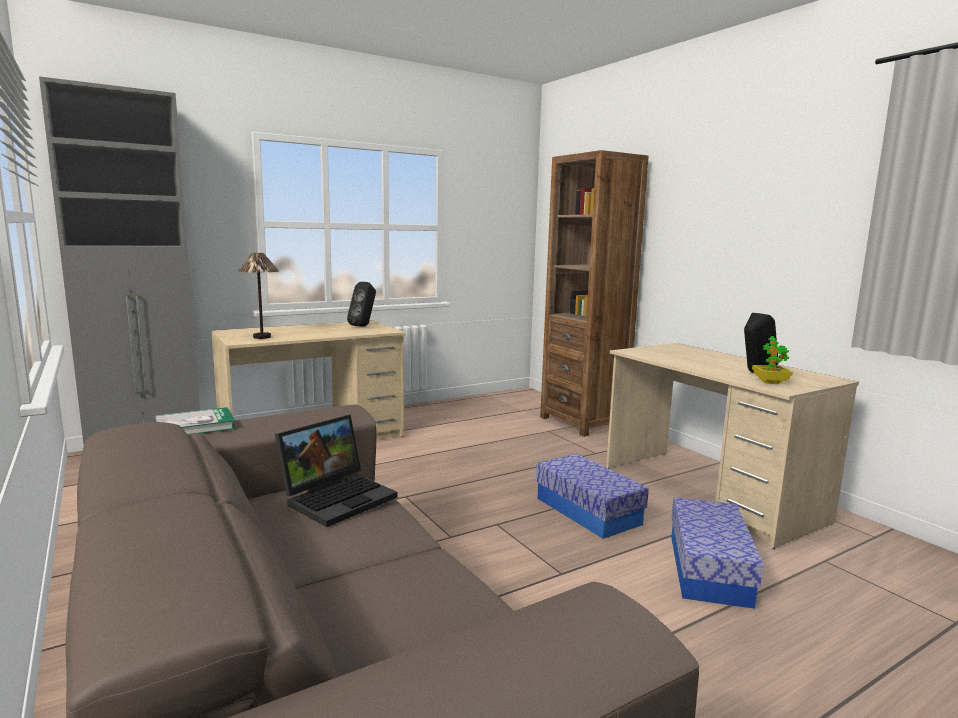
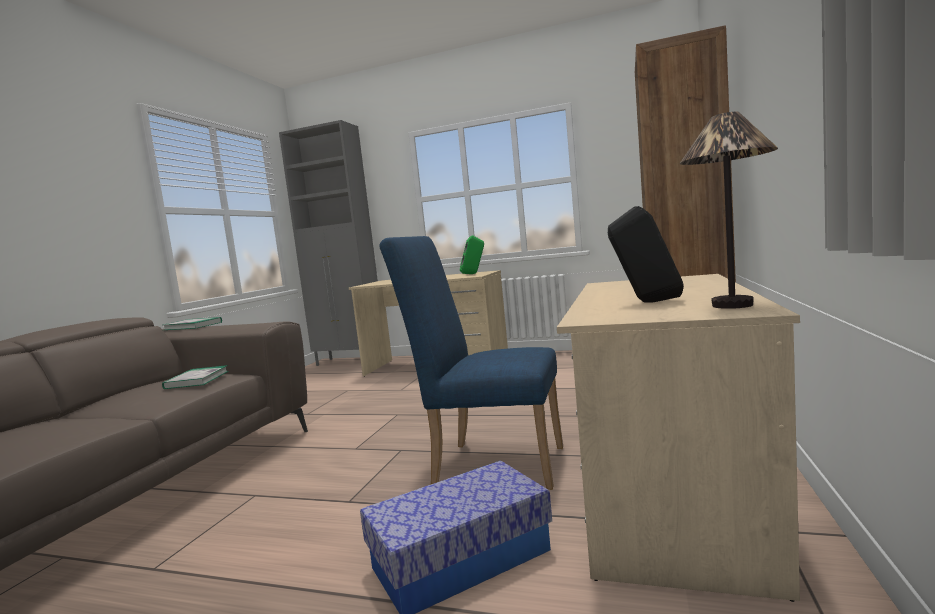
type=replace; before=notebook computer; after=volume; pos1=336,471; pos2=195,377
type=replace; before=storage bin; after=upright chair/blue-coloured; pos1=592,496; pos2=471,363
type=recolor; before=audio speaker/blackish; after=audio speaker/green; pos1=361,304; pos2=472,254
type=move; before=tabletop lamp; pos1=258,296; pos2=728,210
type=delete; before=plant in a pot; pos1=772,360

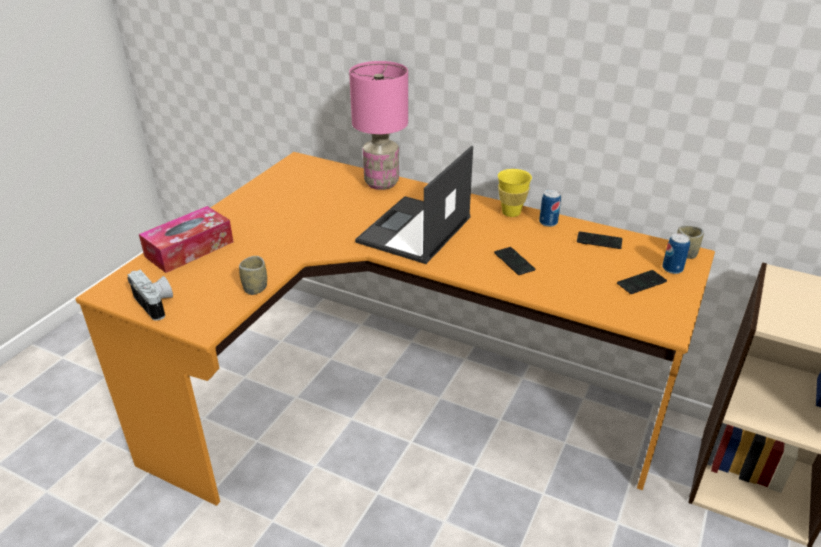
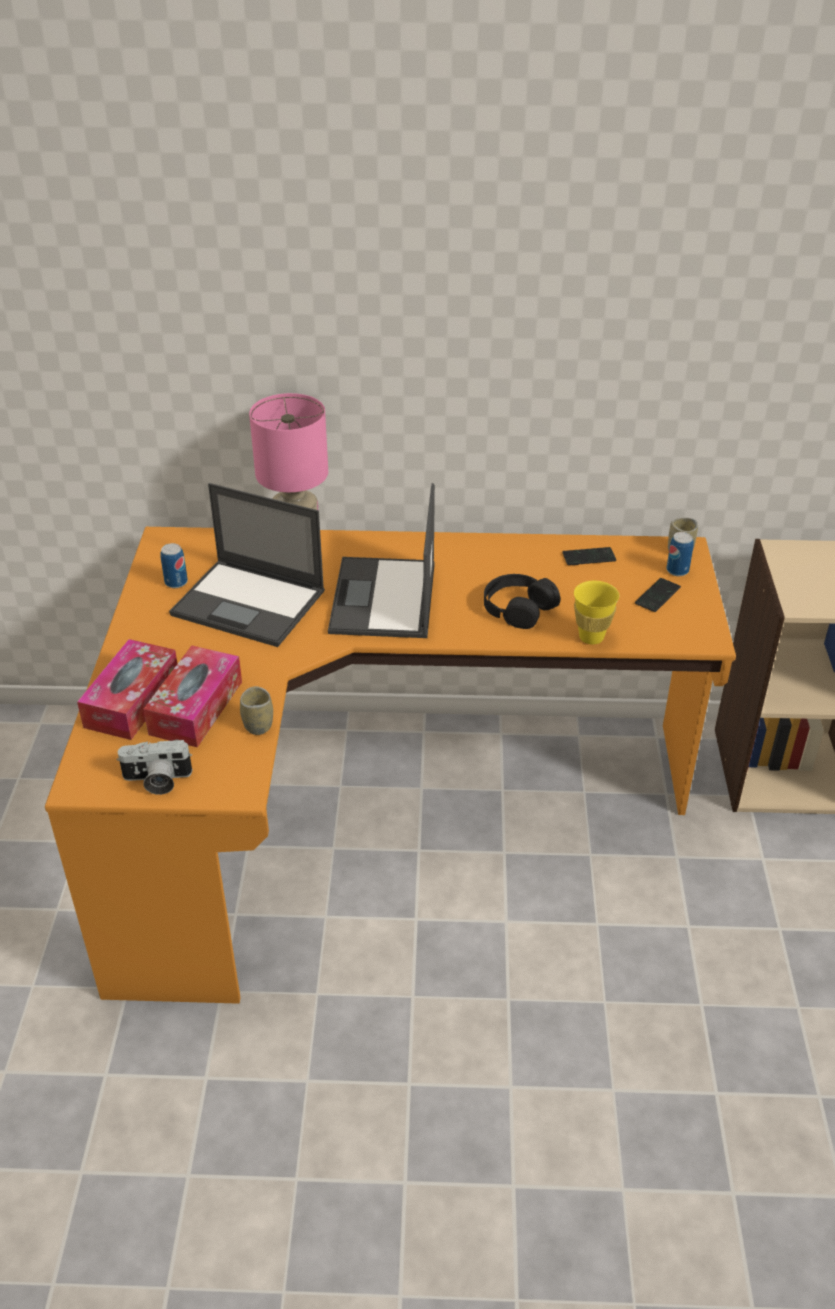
type=rotate; before=photo camera; pos1=150,295; pos2=154,767; turn=150
type=insert; after=tissue box; pos2=192,696
type=move; before=metal can; pos1=550,208; pos2=174,565
type=insert; after=notebook computer; pos2=247,565
type=replace; before=phone; after=pair of headphones/blackish; pos1=514,261; pos2=522,601
type=move; before=cup/yellow; pos1=515,193; pos2=596,612

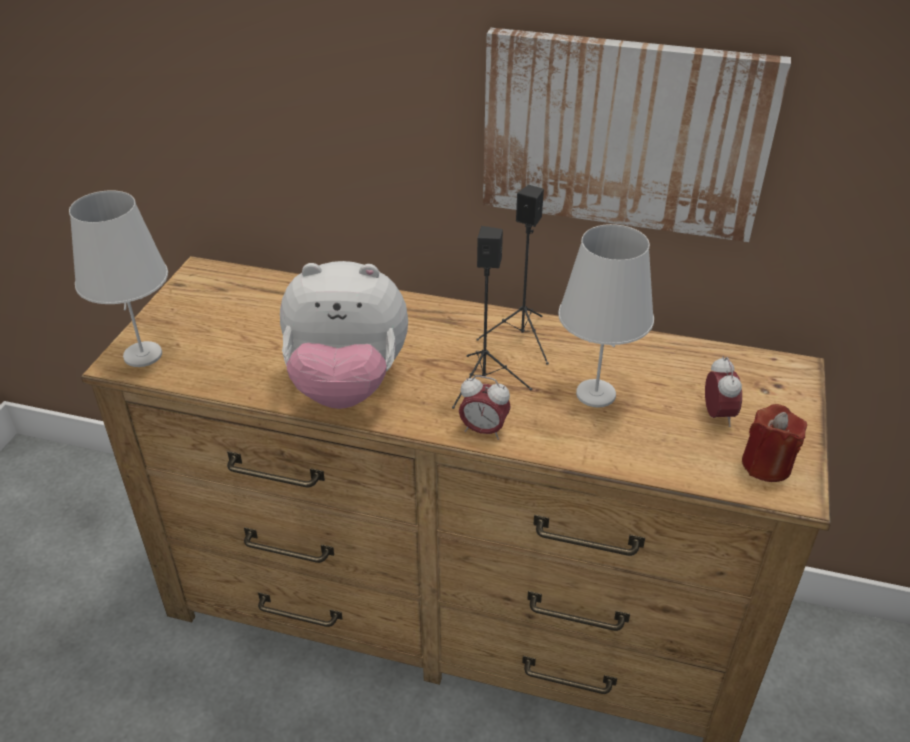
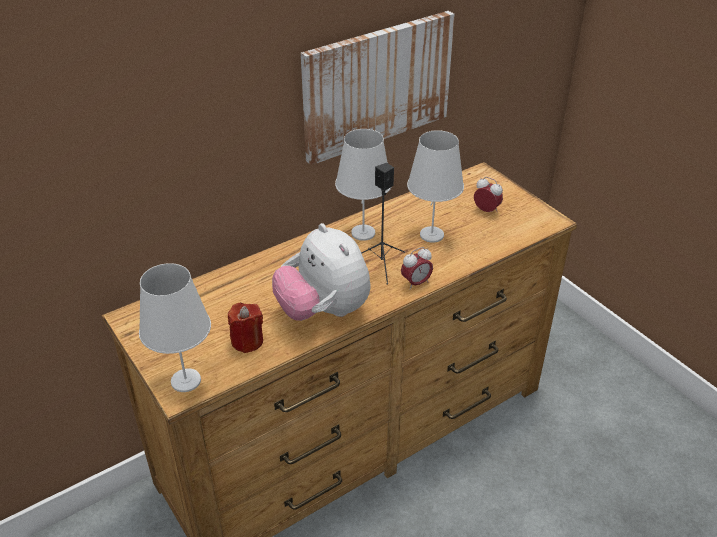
type=move; before=wax light/red-coloured; pos1=774,443; pos2=245,328
type=rotate; before=soft toy; pos1=344,335; pos2=321,272; turn=105
type=replace; before=audio speaker/blackish; after=tabletop lamp/white-coloured; pos1=512,275; pos2=363,185

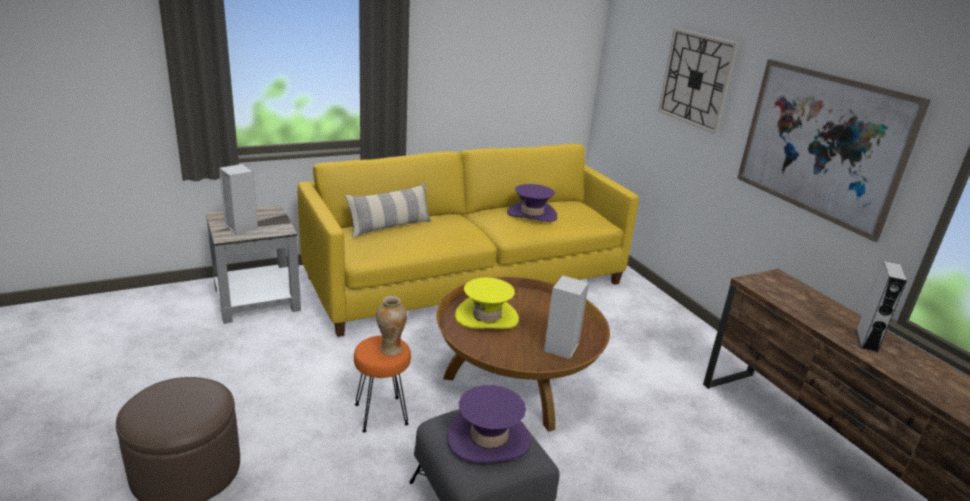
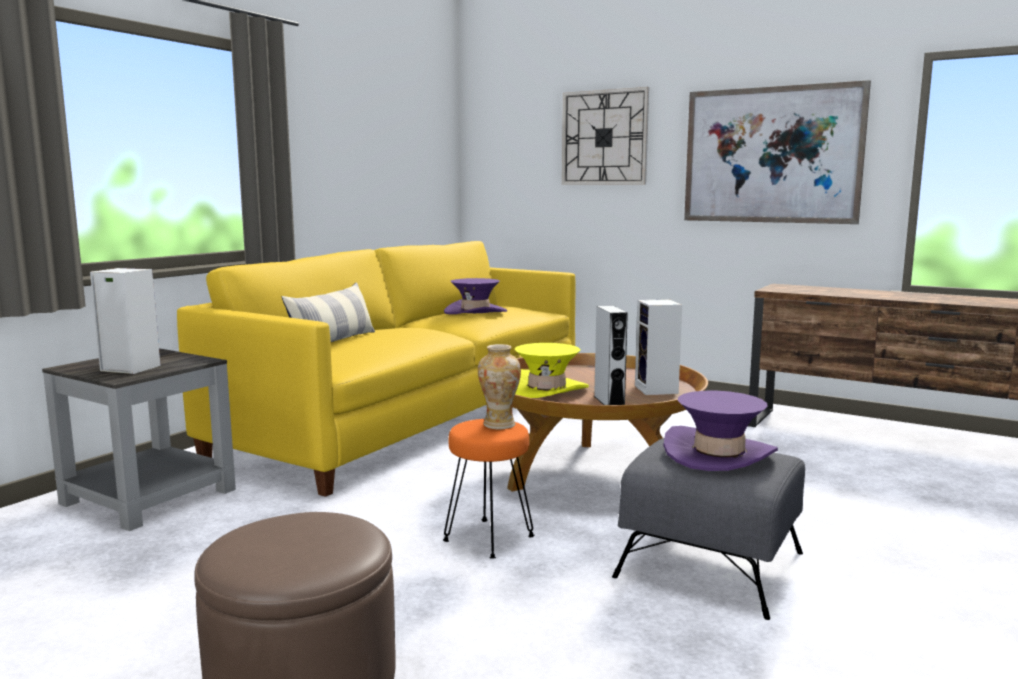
type=move; before=audio speaker/greyish; pos1=881,307; pos2=611,355

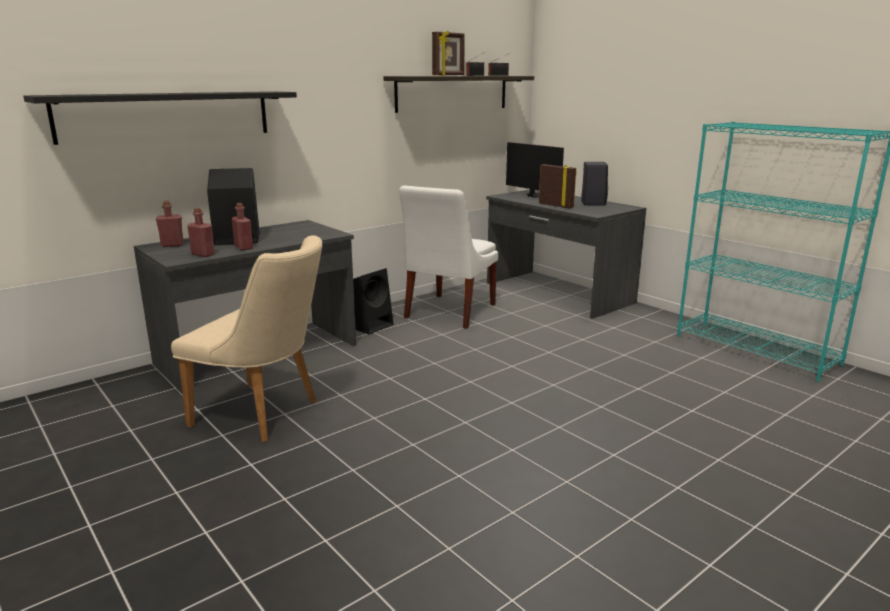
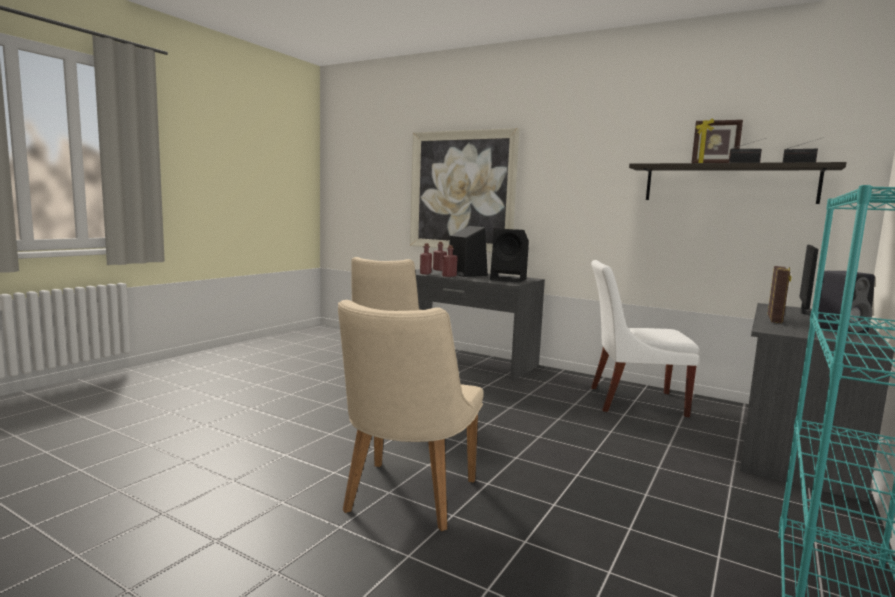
type=insert; after=upright chair/sand-coloured; pos2=411,415
type=replace; before=wall shelf/blackish; after=picture; pos1=160,118; pos2=464,190
type=move; before=audio speaker/blackish; pos1=373,301; pos2=509,255

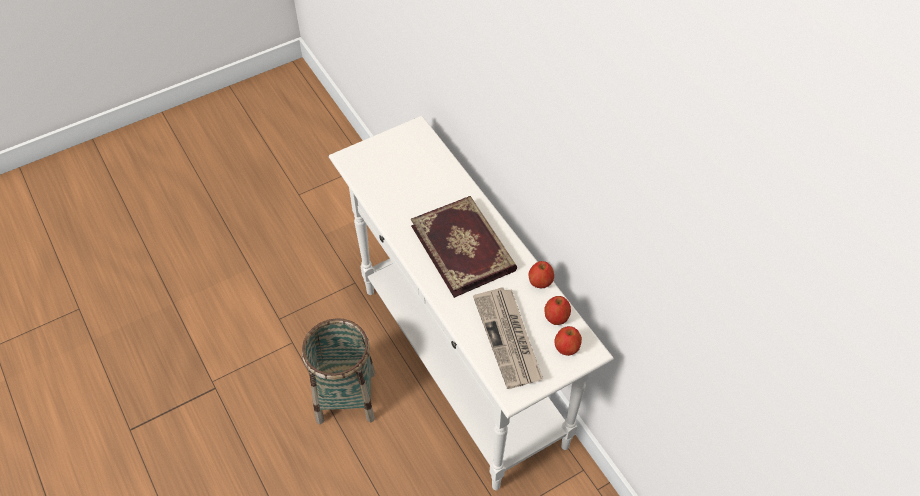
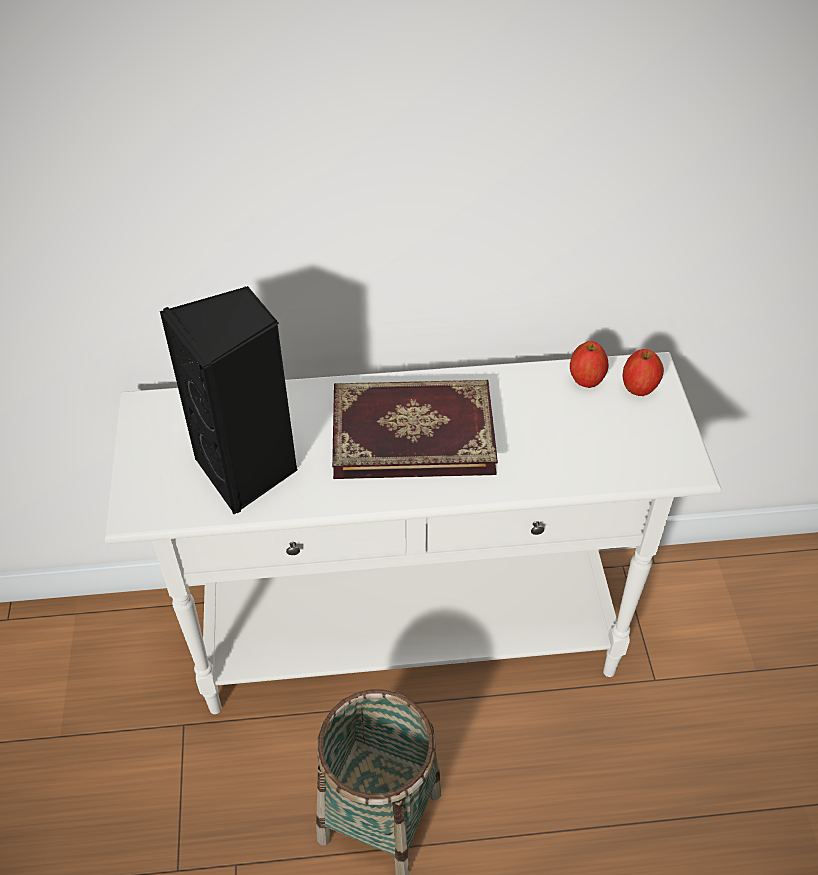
type=insert; after=audio speaker/blackish; pos2=228,400
type=delete; before=daily paper; pos1=508,338
type=delete; before=apple; pos1=541,274

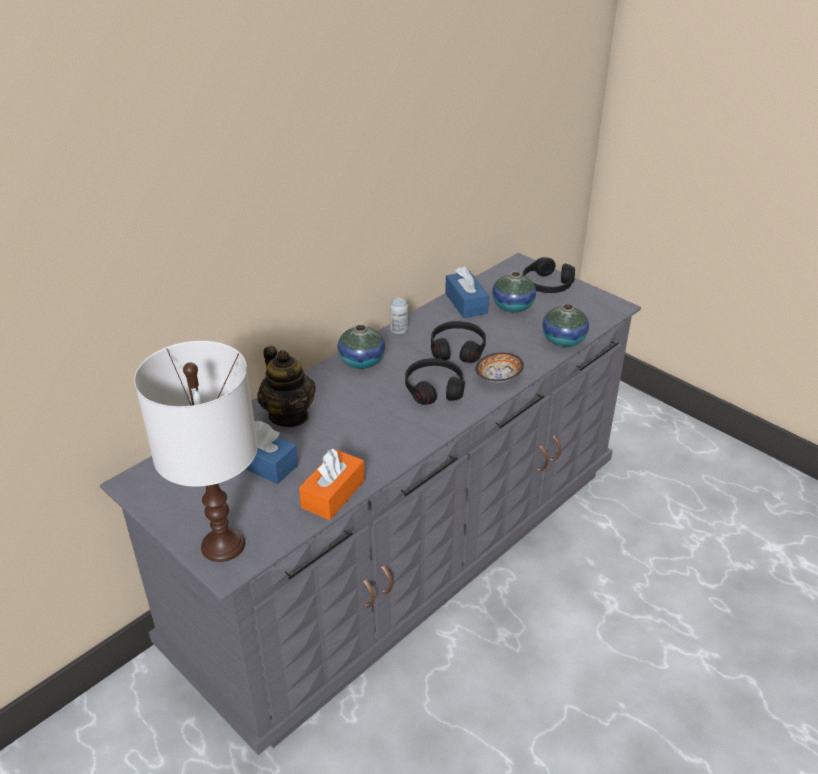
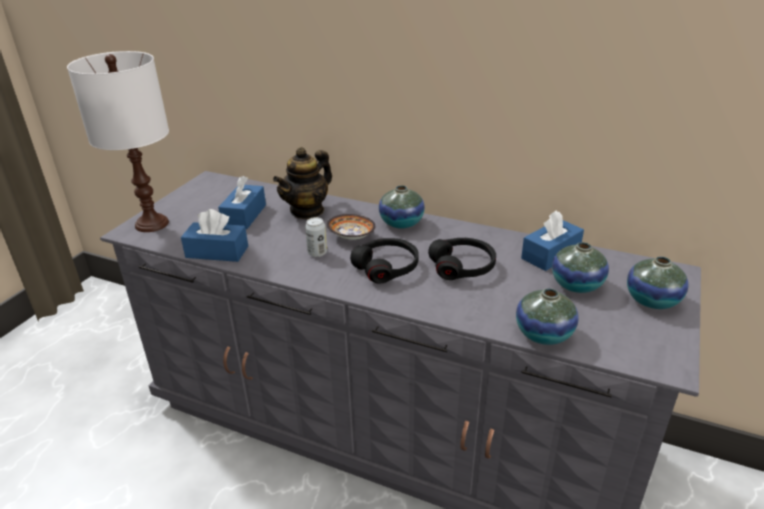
type=recolor; before=tissue box/orange-coloured; after=tissue box/blue-coloured; pos1=332,484; pos2=214,235
type=move; before=metal can; pos1=399,316; pos2=316,237
type=move; before=deep dish; pos1=499,368; pos2=351,227
type=replace; before=pair of headphones/blackish; after=decorative vase; pos1=549,275; pos2=658,282

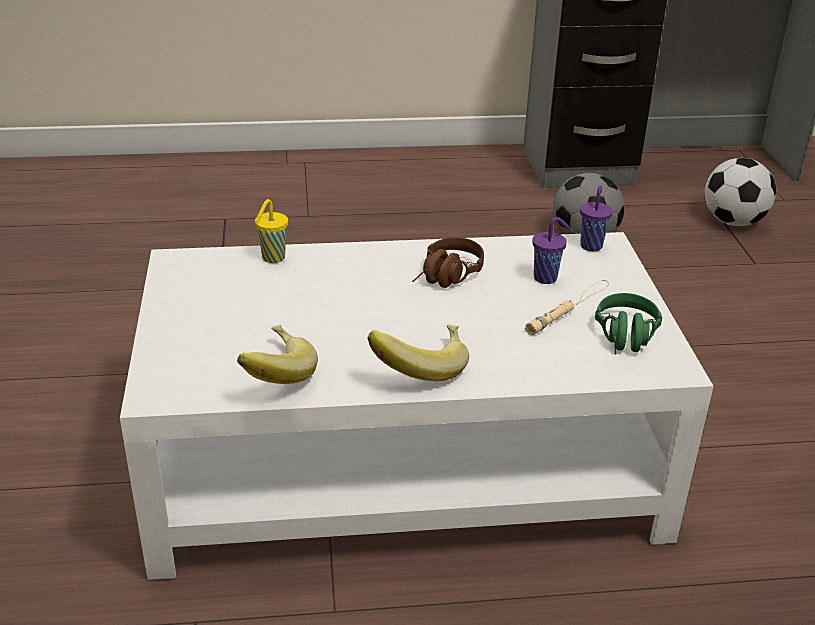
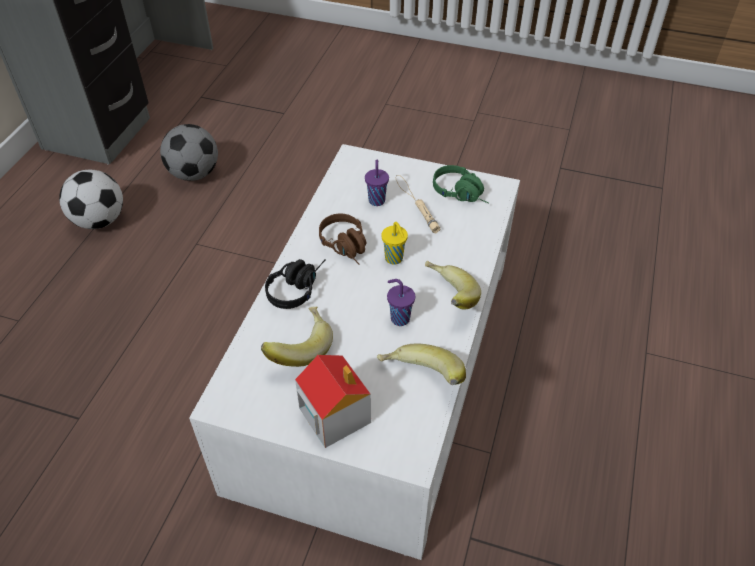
type=move; before=football; pos1=740,192; pos2=91,199
type=insert; after=banana; pos2=297,336
type=insert; after=pair of headphones/blackish; pos2=295,284
type=insert; after=toy house; pos2=333,401
type=move; before=cup/yellow; pos1=271,231; pos2=394,243
type=move; before=cup/purplish; pos1=596,218; pos2=401,302

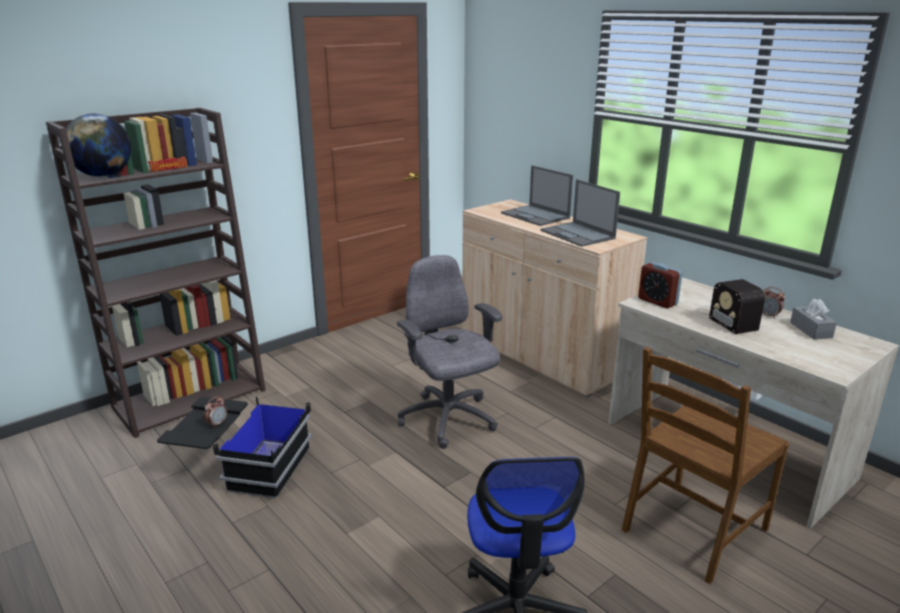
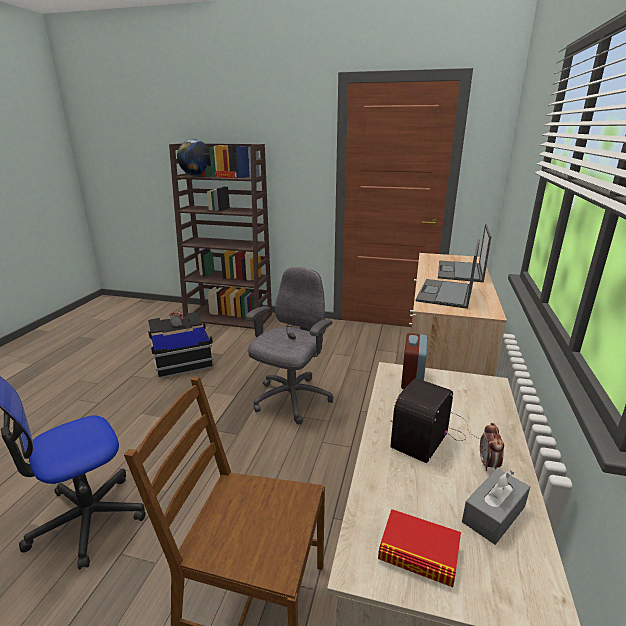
type=insert; after=volume; pos2=419,548

